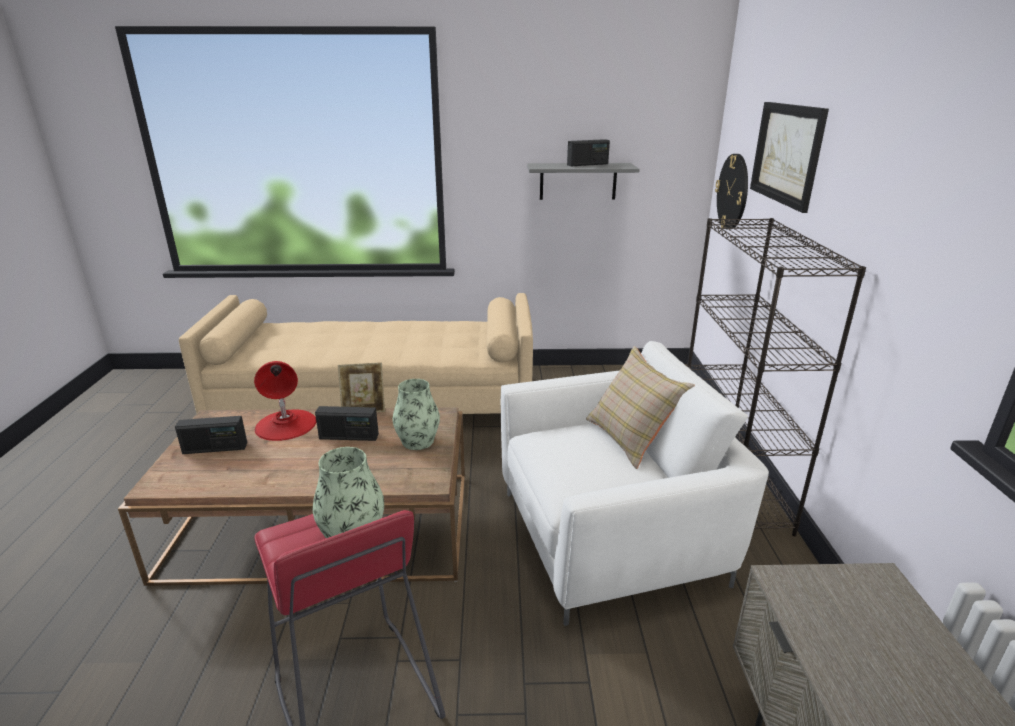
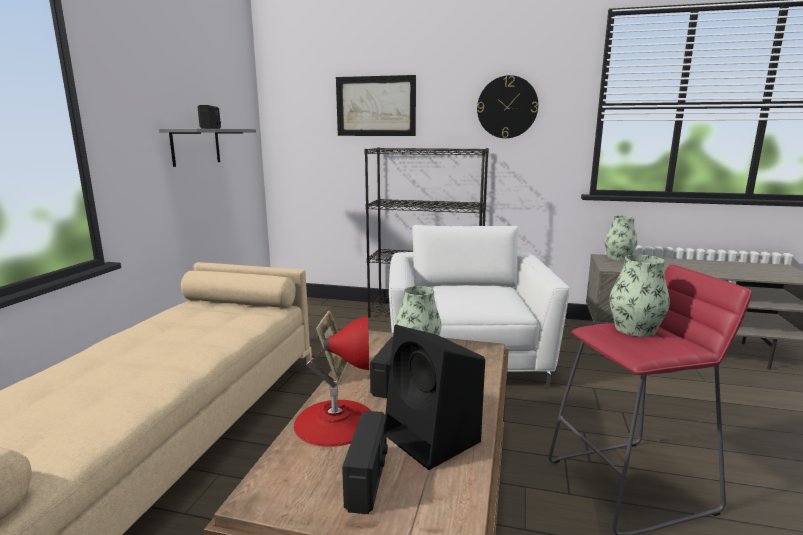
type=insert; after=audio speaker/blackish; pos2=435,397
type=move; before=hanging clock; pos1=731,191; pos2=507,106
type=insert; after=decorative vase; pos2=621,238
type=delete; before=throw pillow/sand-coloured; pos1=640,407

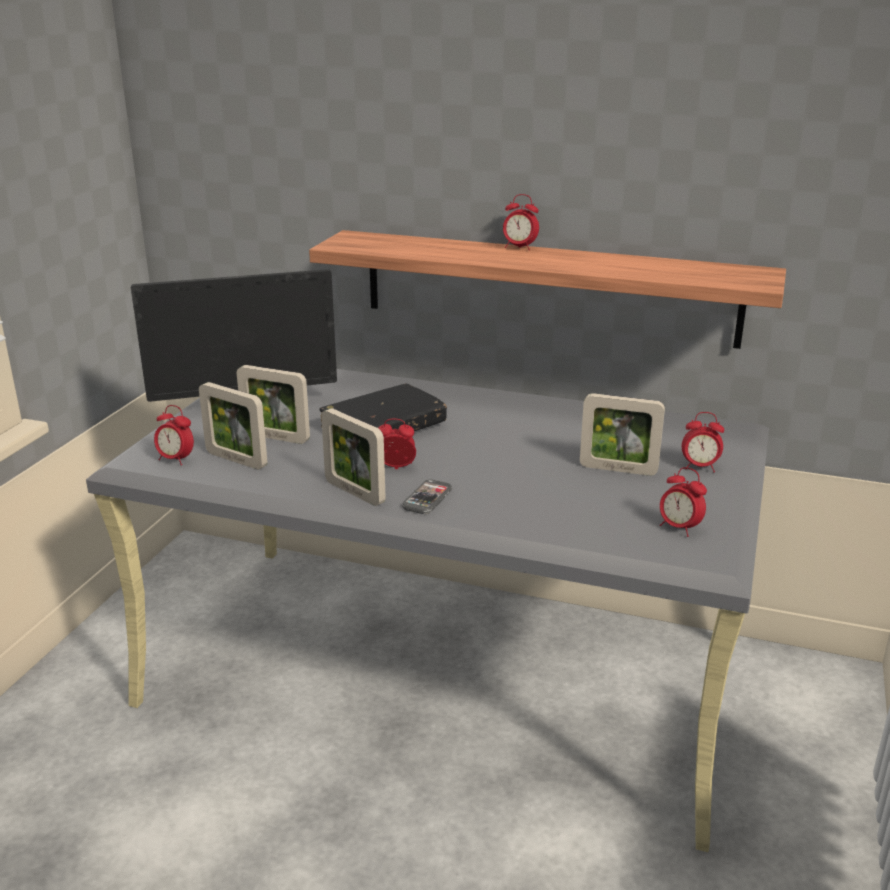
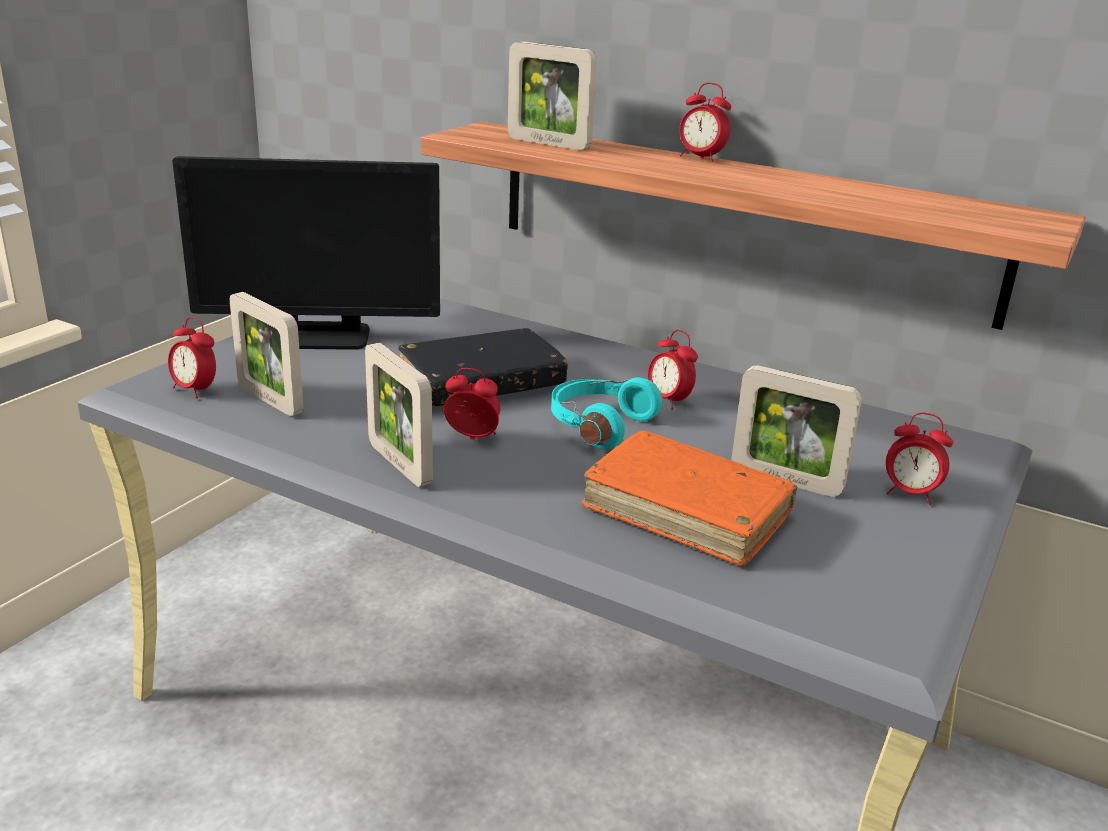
type=move; before=picture frame; pos1=273,404; pos2=552,95
type=insert; after=pair of headphones/turquoise-coloured; pos2=606,413
type=insert; after=volume/orange-coloured; pos2=689,498
type=move; before=bedside clock; pos1=683,502; pos2=673,369
type=delete; before=phone; pos1=427,496

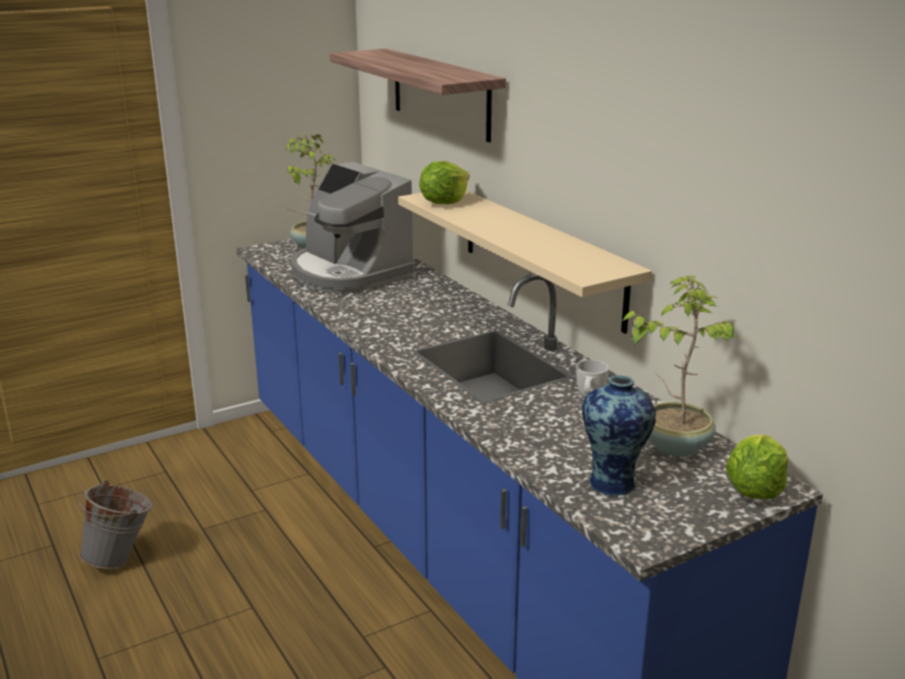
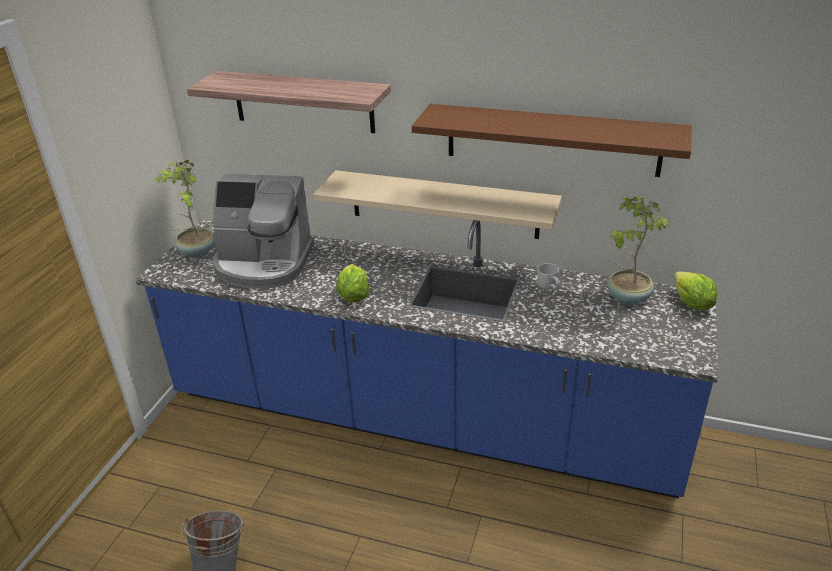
type=move; before=lettuce head; pos1=444,182; pos2=353,283
type=insert; after=wall shelf/brownish; pos2=552,140
type=delete; before=decorative vase; pos1=619,436

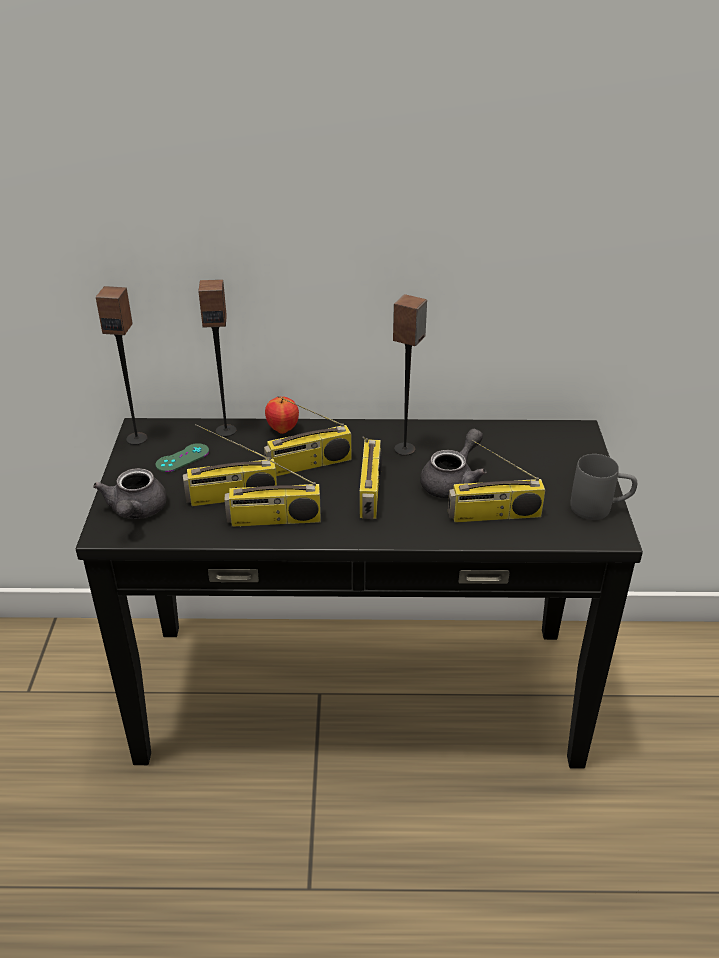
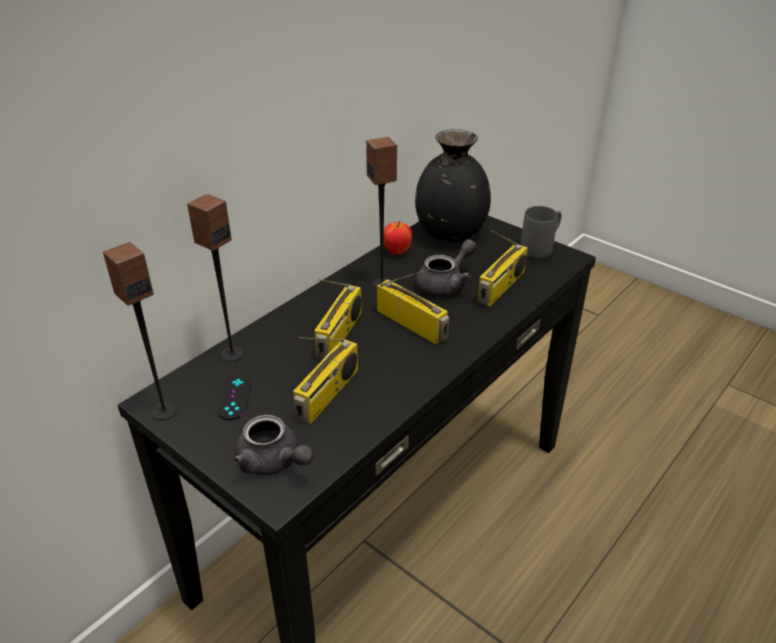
type=recolor; before=game controller/green; after=game controller/blackish; pos1=182,457; pos2=235,397
type=move; before=apple; pos1=282,415; pos2=398,238
type=insert; after=decorative vase/blackish; pos2=453,186
type=rotate; before=tea pot/greyish; pos1=453,464; pos2=446,268; turn=60
type=delete; before=radio; pos1=272,485

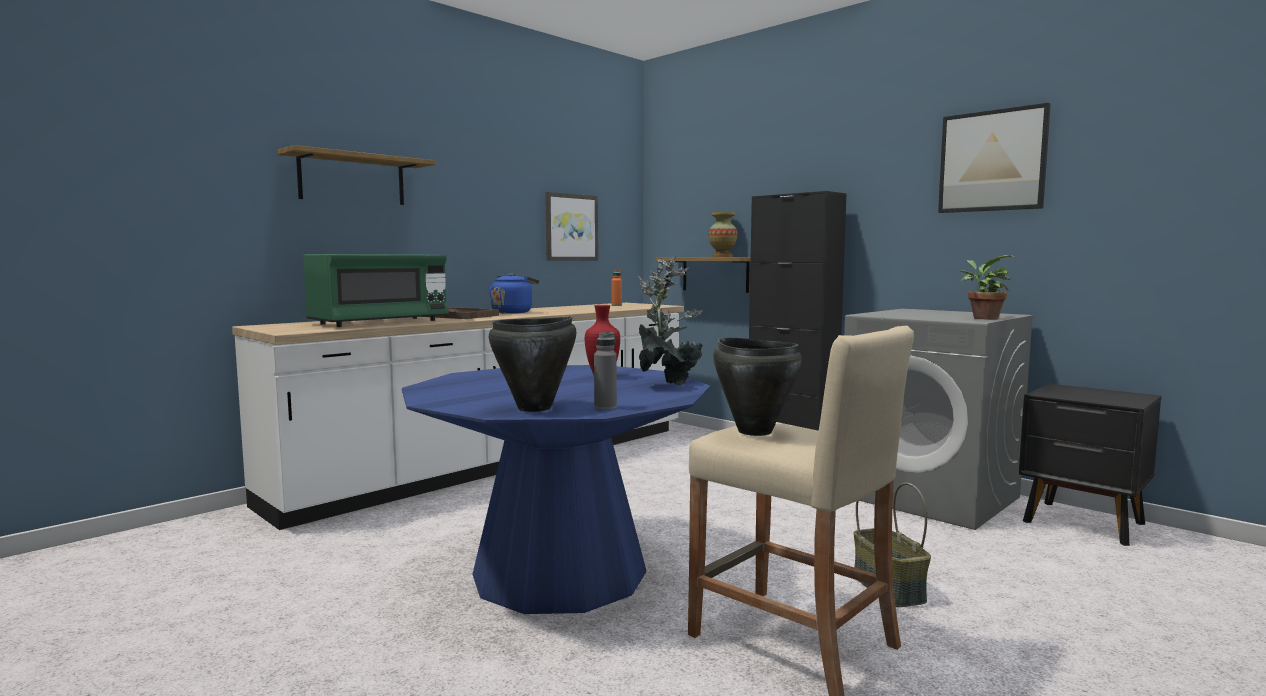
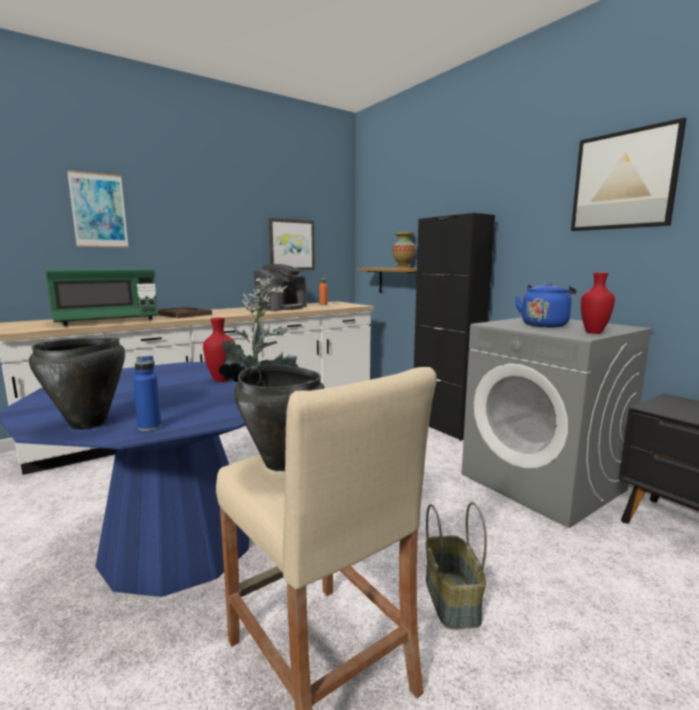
type=replace; before=wall shelf; after=picture; pos1=356,175; pos2=98,209
type=recolor; before=bottle/greyish; after=bottle/blue-coloured; pos1=605,371; pos2=147,393
type=insert; after=coffee brewer; pos2=280,287
type=move; before=water kettle/blue-coloured; pos1=513,293; pos2=546,305
type=replace; before=plant in a pot; after=decorative vase/red-coloured; pos1=987,287; pos2=598,303

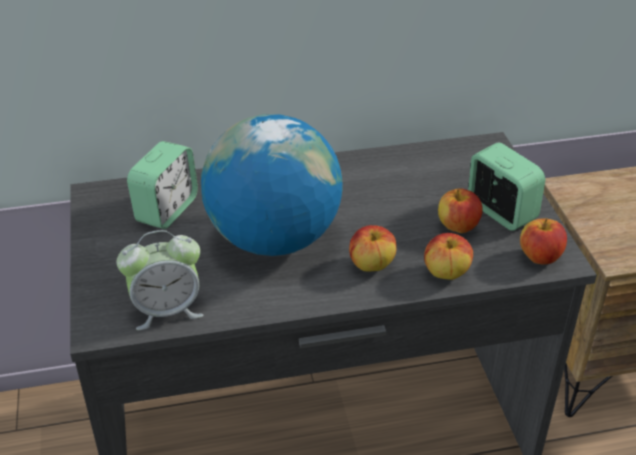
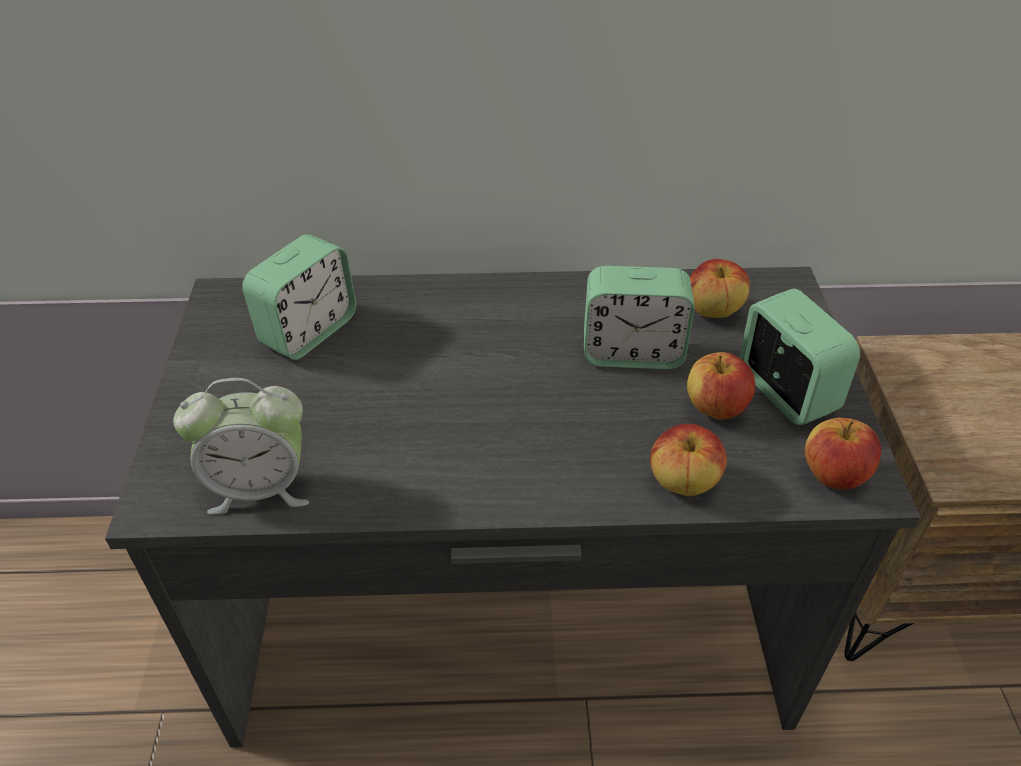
type=insert; after=bedside clock; pos2=639,317
type=move; before=apple; pos1=373,248; pos2=720,288
type=delete; before=globe; pos1=272,185

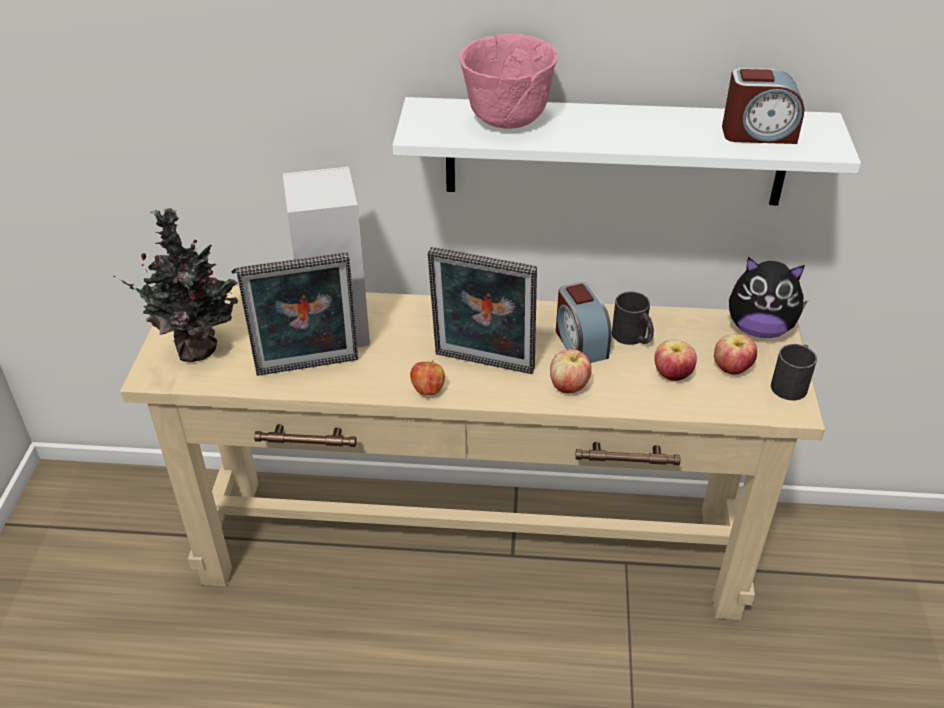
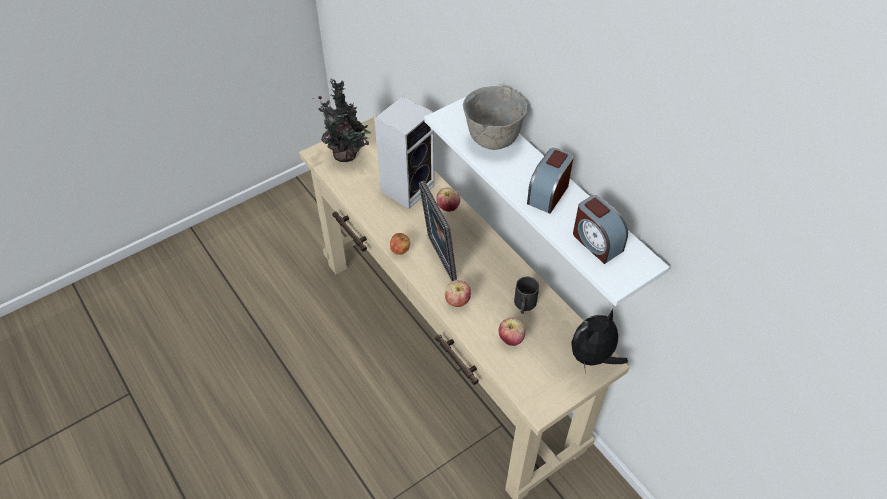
type=move; before=apple; pos1=735,354; pos2=448,200
type=recolor; before=deep dish/pinkish; after=deep dish/greyish; pos1=508,81; pos2=495,118
type=move; before=bedside clock; pos1=584,322; pos2=550,181
type=rotate; before=soft toy; pos1=768,297; pos2=599,338; turn=75
type=delete; before=picture frame; pos1=297,314
type=delete; before=mug/blackish; pos1=794,372

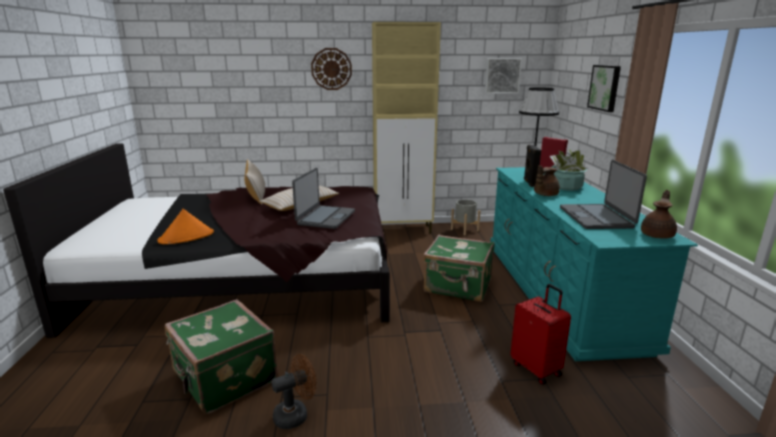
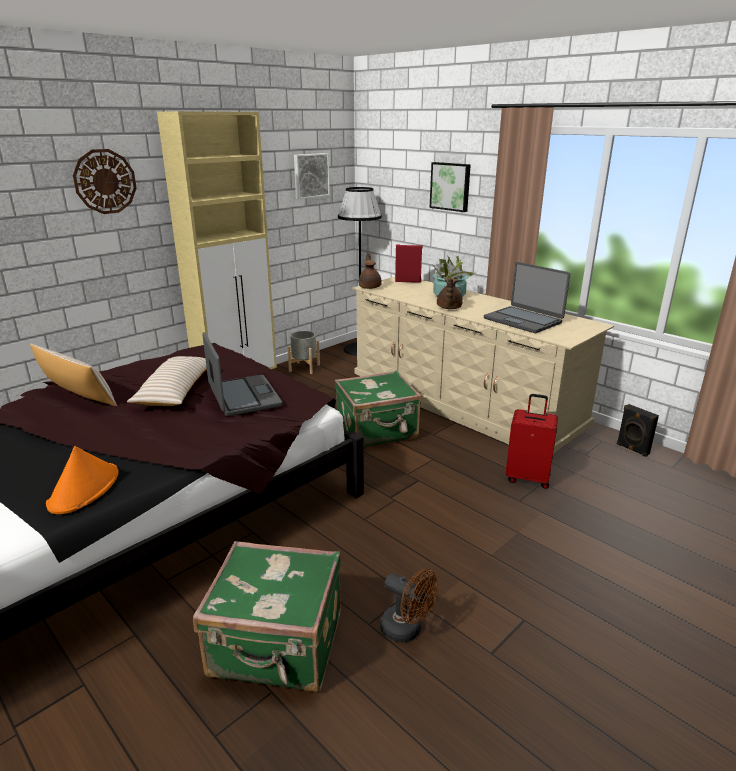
type=recolor; before=dresser/turquoise-coloured; after=dresser/sand-coloured; pos1=594,264; pos2=483,365
type=move; before=tea pot/brownish; pos1=659,214; pos2=370,271
type=rotate; before=electric fan/brownish; pos1=294,391; pos2=409,606; turn=105
type=move; before=audio speaker/blackish; pos1=532,166; pos2=638,430

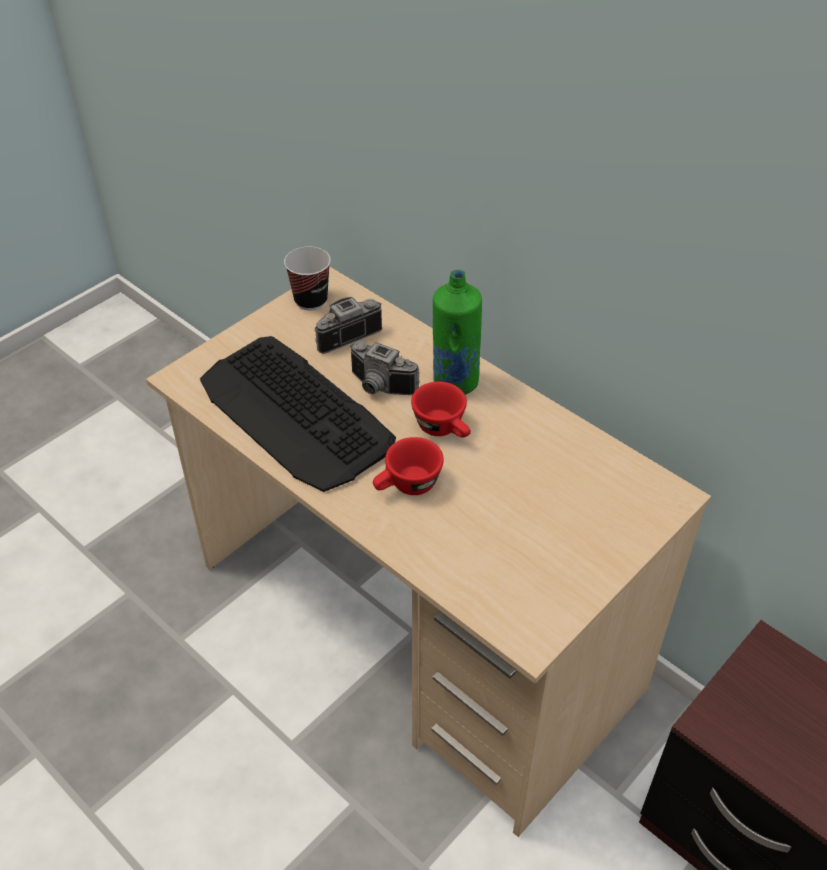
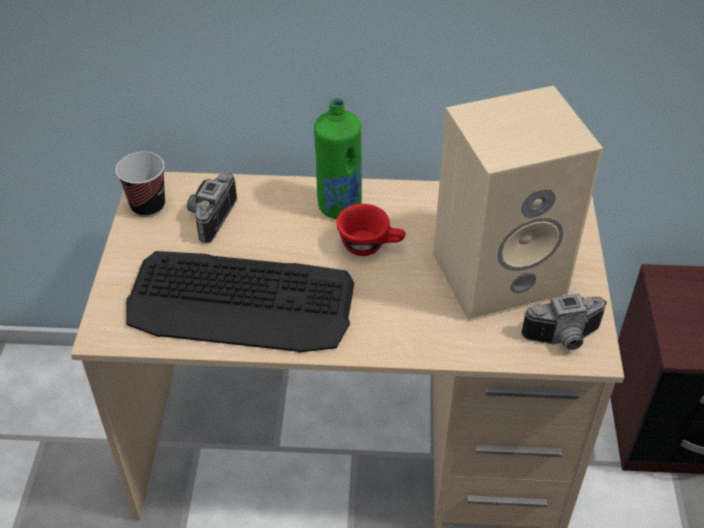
type=insert; after=audio speaker/sand-coloured; pos2=518,203
type=move; before=photo camera; pos1=385,368; pos2=564,321
type=delete; before=cup/red-coloured; pos1=408,466

